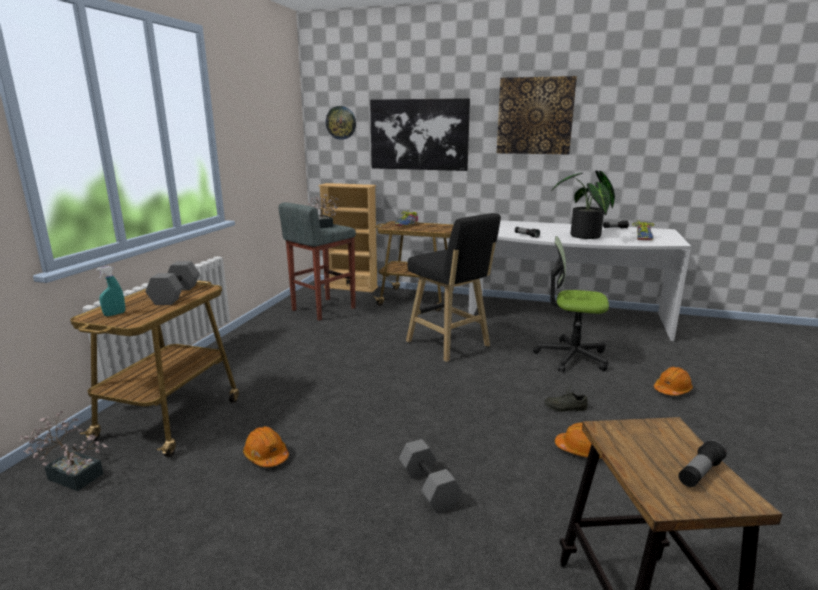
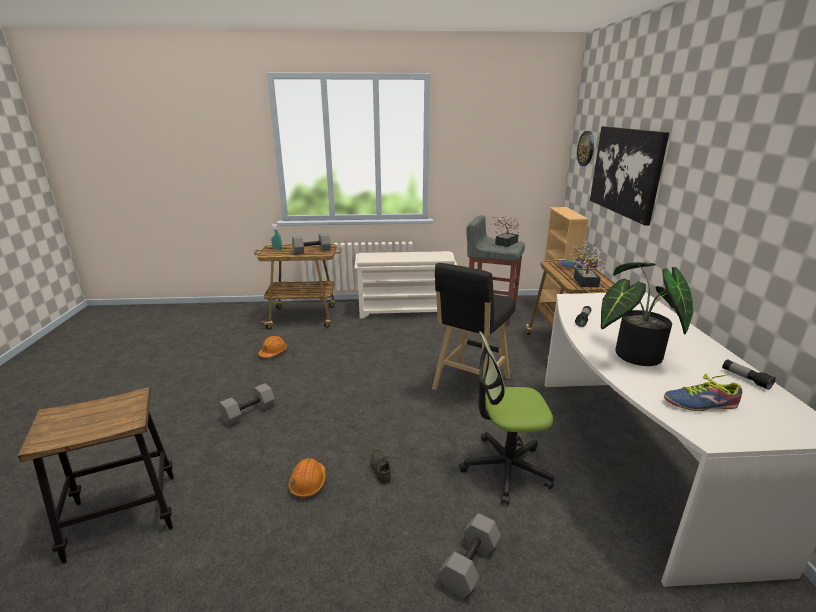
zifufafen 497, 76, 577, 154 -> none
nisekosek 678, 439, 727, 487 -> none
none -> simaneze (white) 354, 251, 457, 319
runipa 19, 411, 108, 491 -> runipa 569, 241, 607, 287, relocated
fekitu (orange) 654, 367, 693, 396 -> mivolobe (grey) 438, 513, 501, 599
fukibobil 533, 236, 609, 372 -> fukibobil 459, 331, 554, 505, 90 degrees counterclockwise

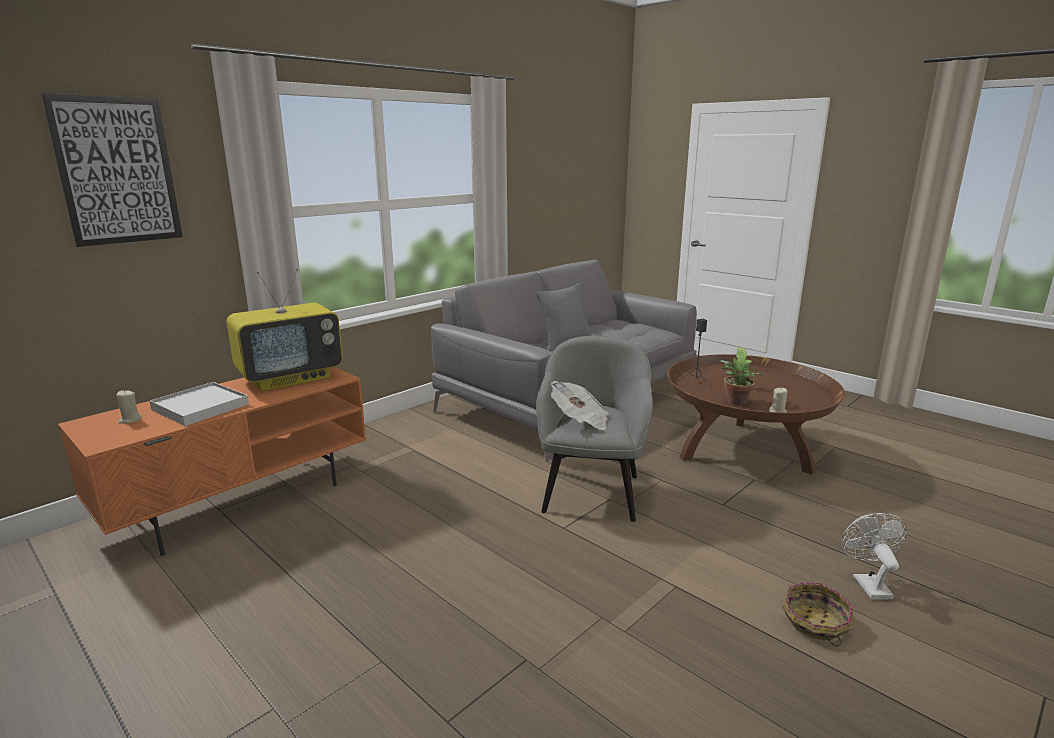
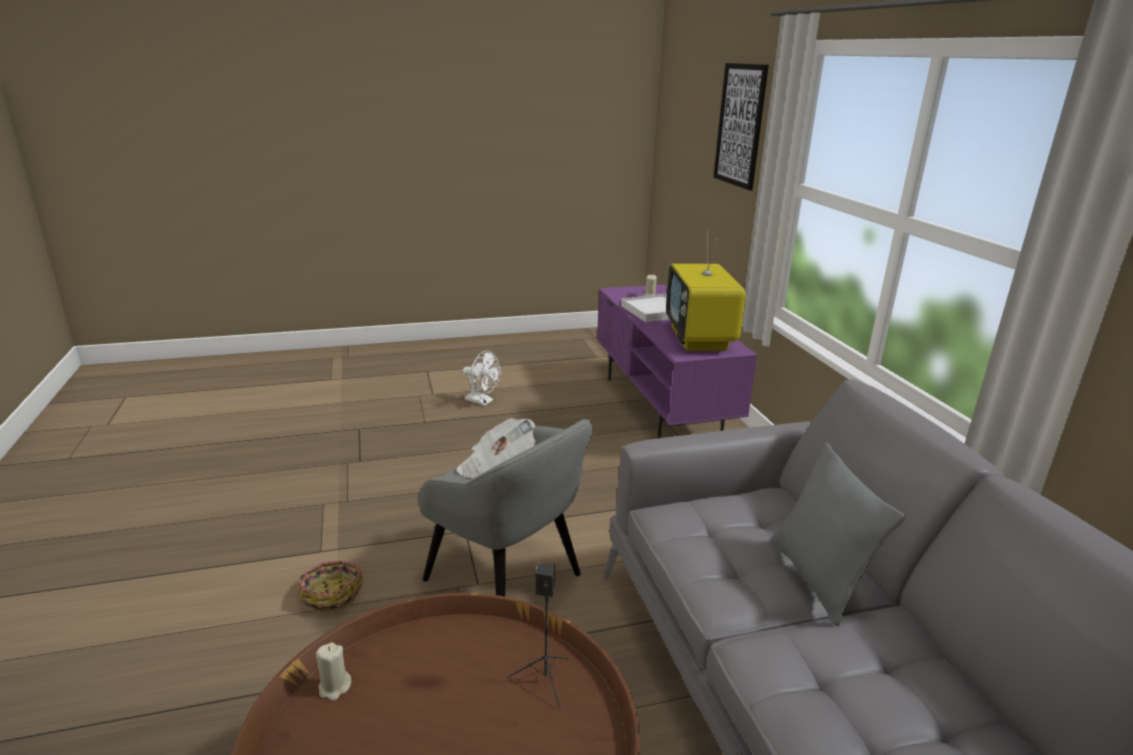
runipa 719, 347, 766, 405 -> none
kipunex 782, 583, 853, 646 -> kipunex 297, 560, 363, 612, relocated
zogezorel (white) 841, 513, 907, 599 -> zogezorel (white) 463, 351, 501, 406, relocated
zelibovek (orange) 58, 367, 366, 556 -> zelibovek (purple) 597, 284, 757, 439

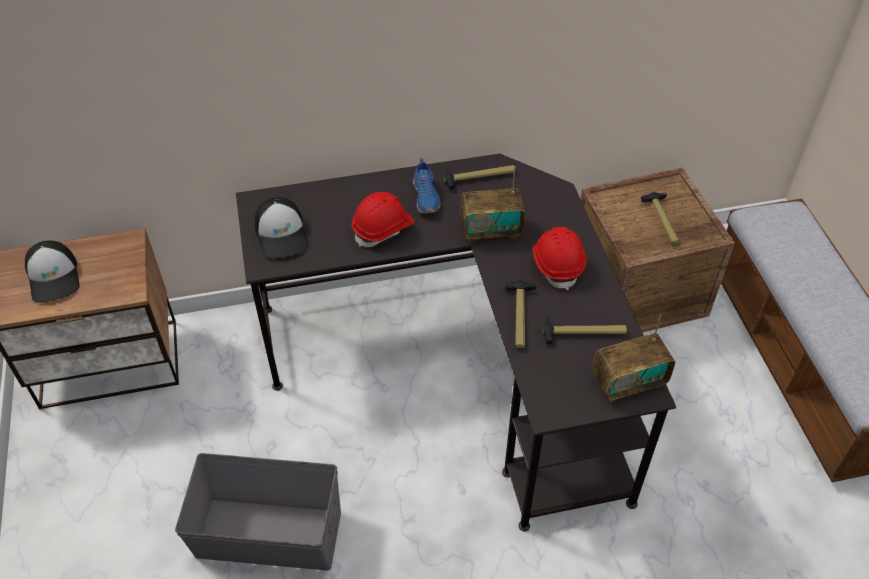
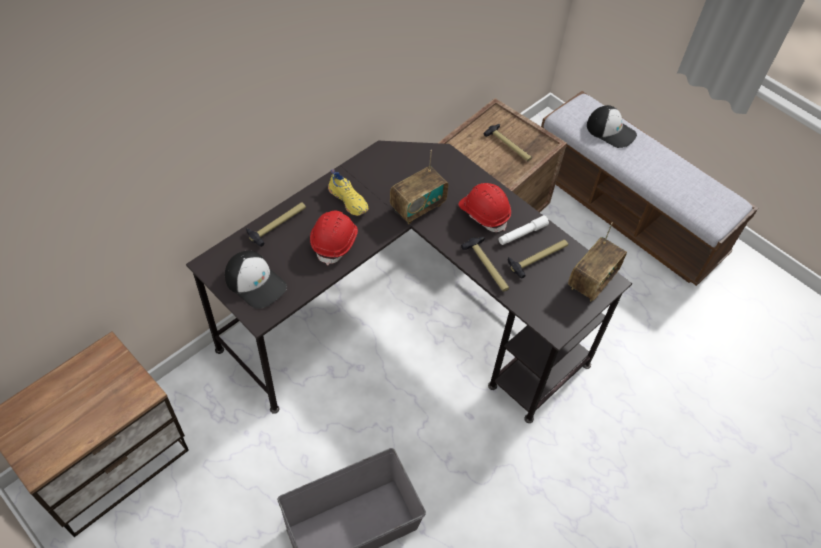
none -> nisekosek (white) 499, 215, 549, 245
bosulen 25, 241, 80, 303 -> bosulen 587, 105, 637, 148, relocated
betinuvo 444, 165, 514, 190 -> betinuvo 246, 202, 306, 247, relocated
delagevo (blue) 413, 158, 441, 213 -> delagevo (yellow) 328, 169, 368, 216

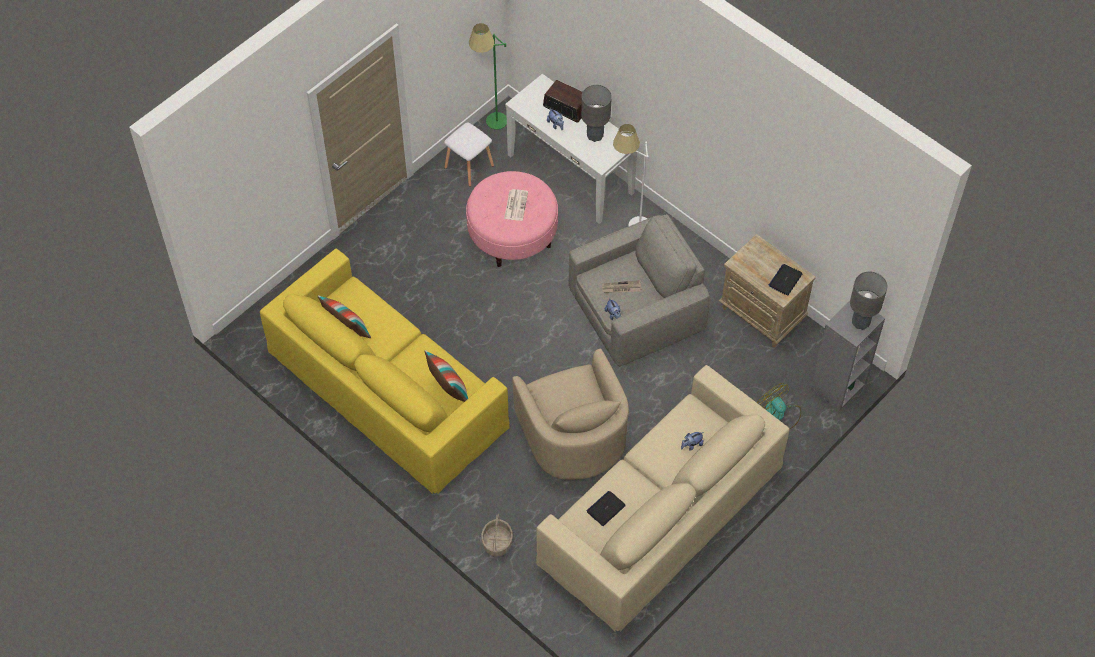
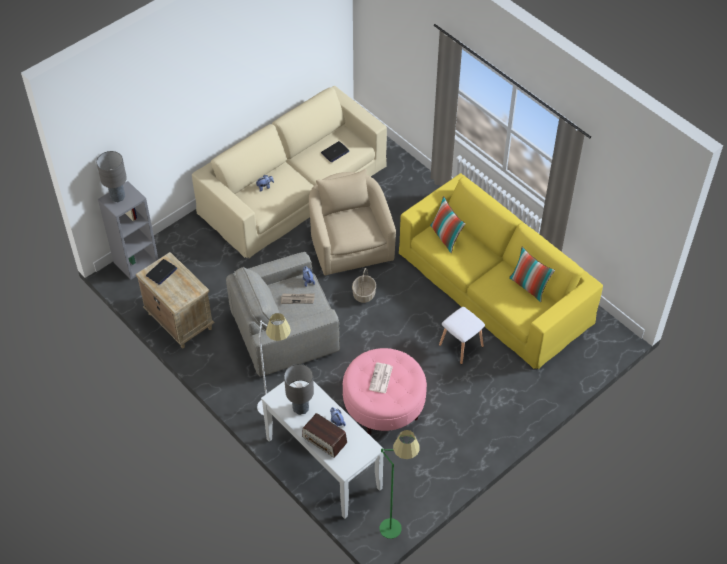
zogezorel 757, 383, 801, 429 -> none
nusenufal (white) 444, 122, 494, 187 -> nusenufal (white) 439, 307, 485, 364, relocated
kipunex 481, 513, 513, 557 -> kipunex 352, 268, 376, 303, relocated

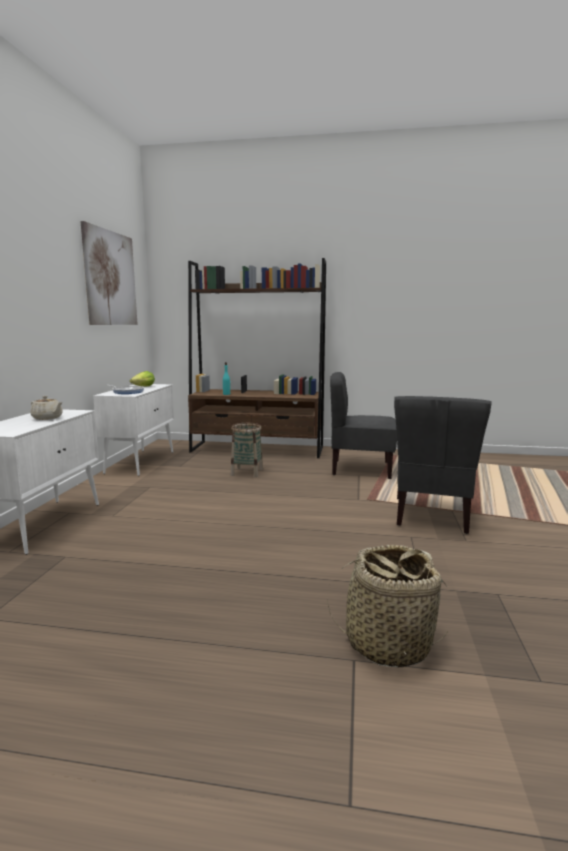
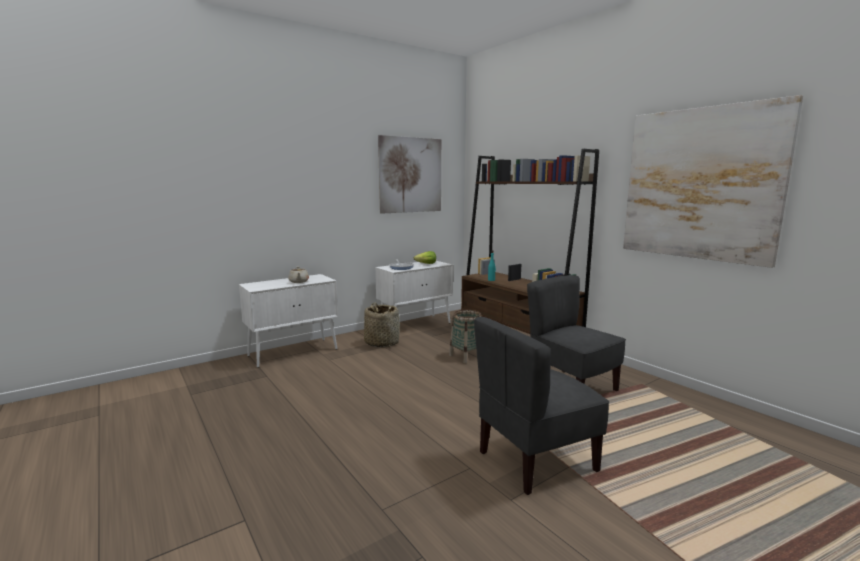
none -> zifufafen 623, 95, 803, 268
kipunex 327, 545, 449, 668 -> kipunex 364, 302, 400, 347, relocated

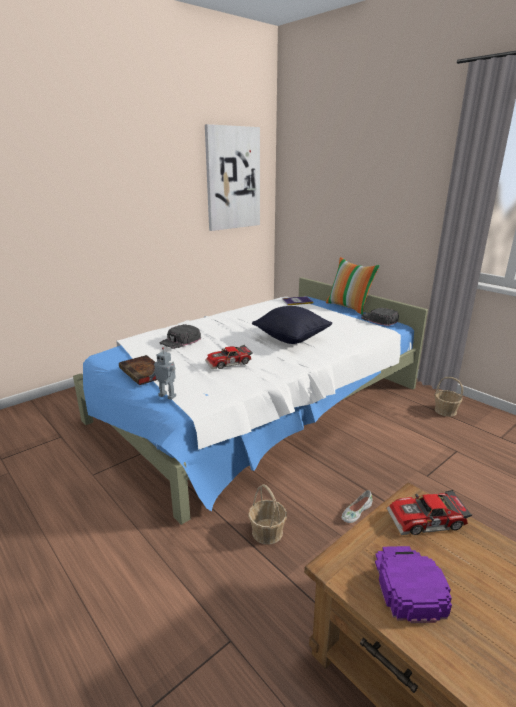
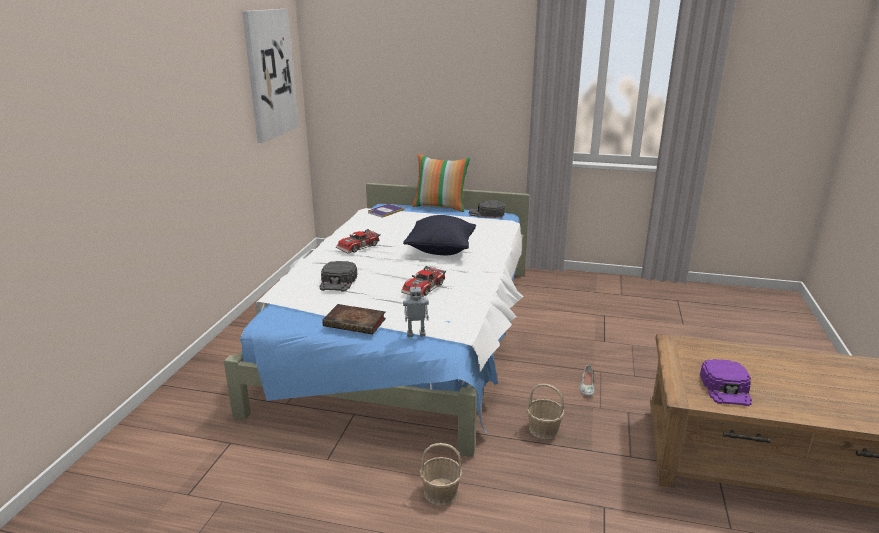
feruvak 387, 490, 472, 535 -> feruvak 336, 229, 381, 253, relocated
kipunex 434, 377, 463, 417 -> kipunex 420, 443, 462, 506, relocated
bosulen (purple) 375, 546, 452, 623 -> bosulen (purple) 700, 359, 752, 406, 135 degrees counterclockwise

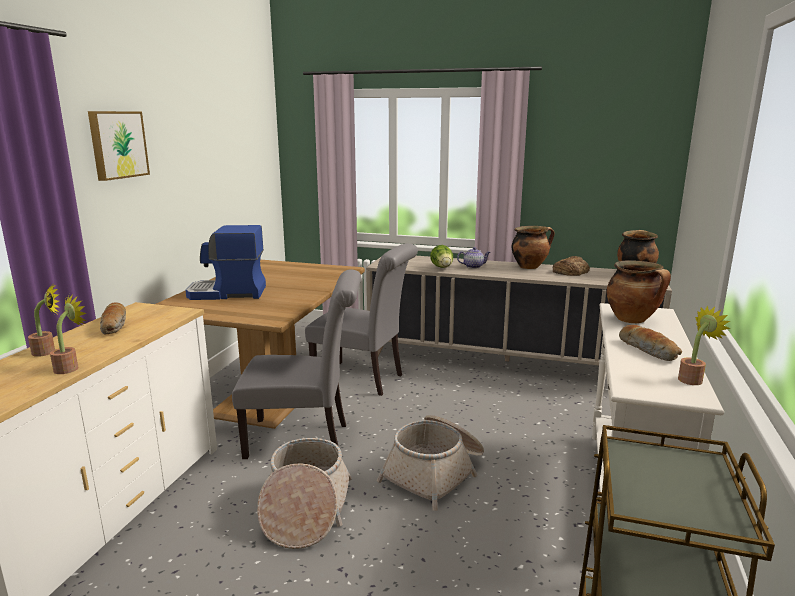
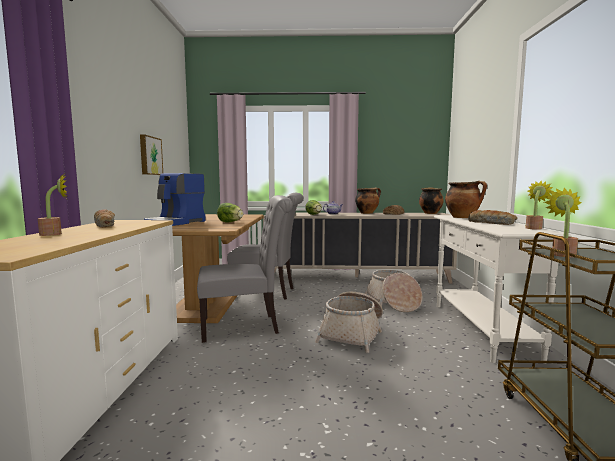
none -> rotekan 217, 203, 243, 223
runipa 50, 294, 87, 374 -> runipa 544, 187, 581, 257, relocated
zifufafen 88, 111, 150, 181 -> zifufafen 140, 134, 163, 175, relocated
kipunex 257, 438, 352, 549 -> kipunex 364, 270, 422, 312, relocated
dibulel 185, 225, 266, 300 -> dibulel 144, 173, 206, 226, 45 degrees counterclockwise

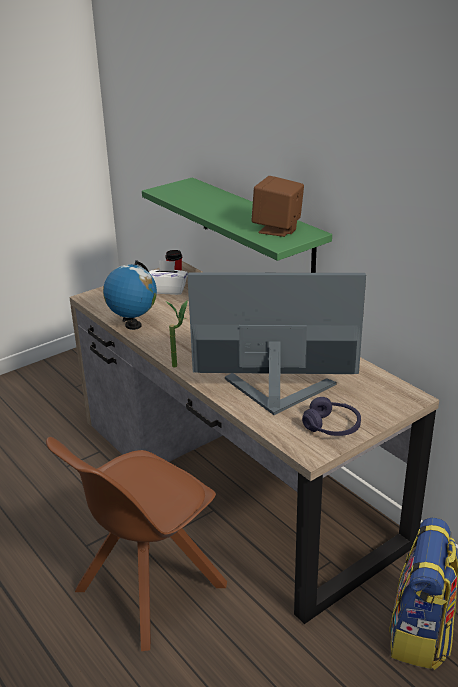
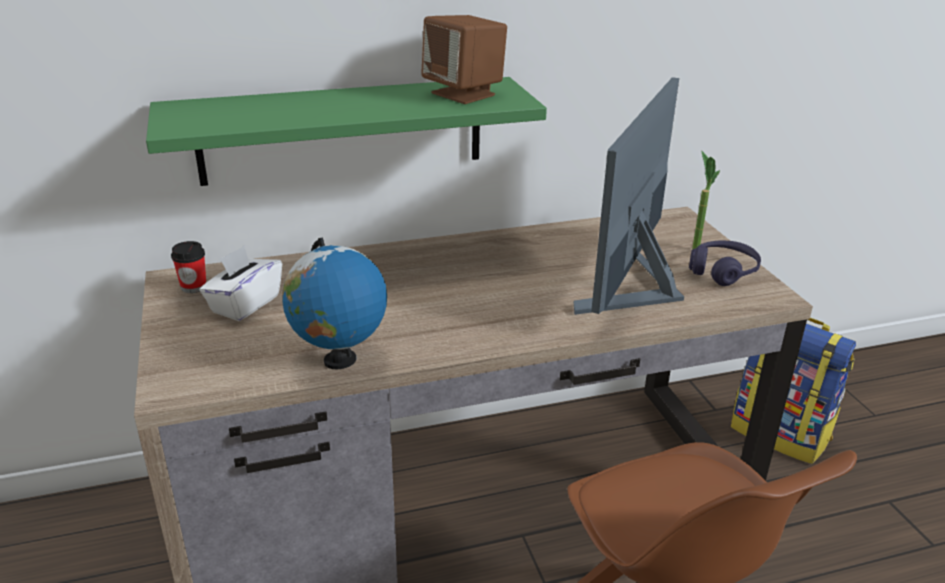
runipa 166, 301, 187, 367 -> runipa 692, 151, 720, 249, relocated

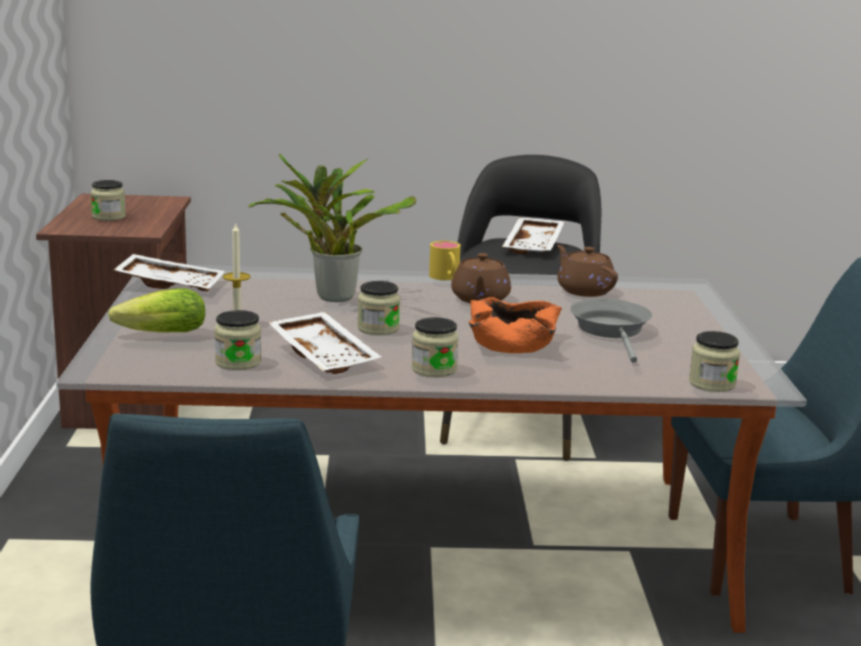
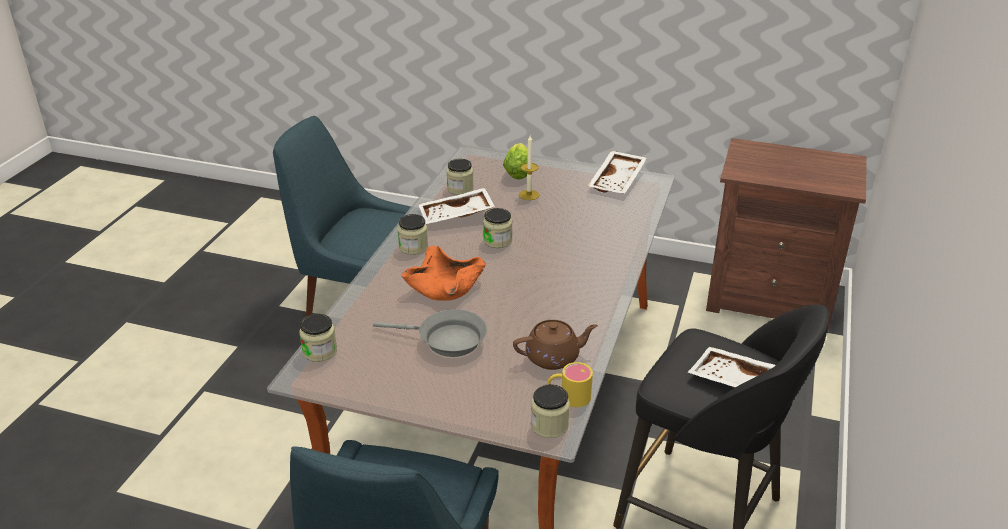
runipa 248, 154, 416, 302 -> none
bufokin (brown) 451, 253, 511, 303 -> none
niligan 91, 180, 126, 221 -> niligan 531, 384, 570, 438, relocated
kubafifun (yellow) 429, 241, 461, 280 -> kubafifun (yellow) 547, 362, 593, 407, relocated

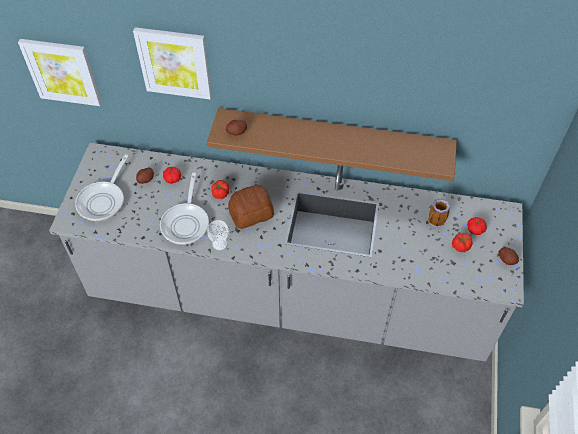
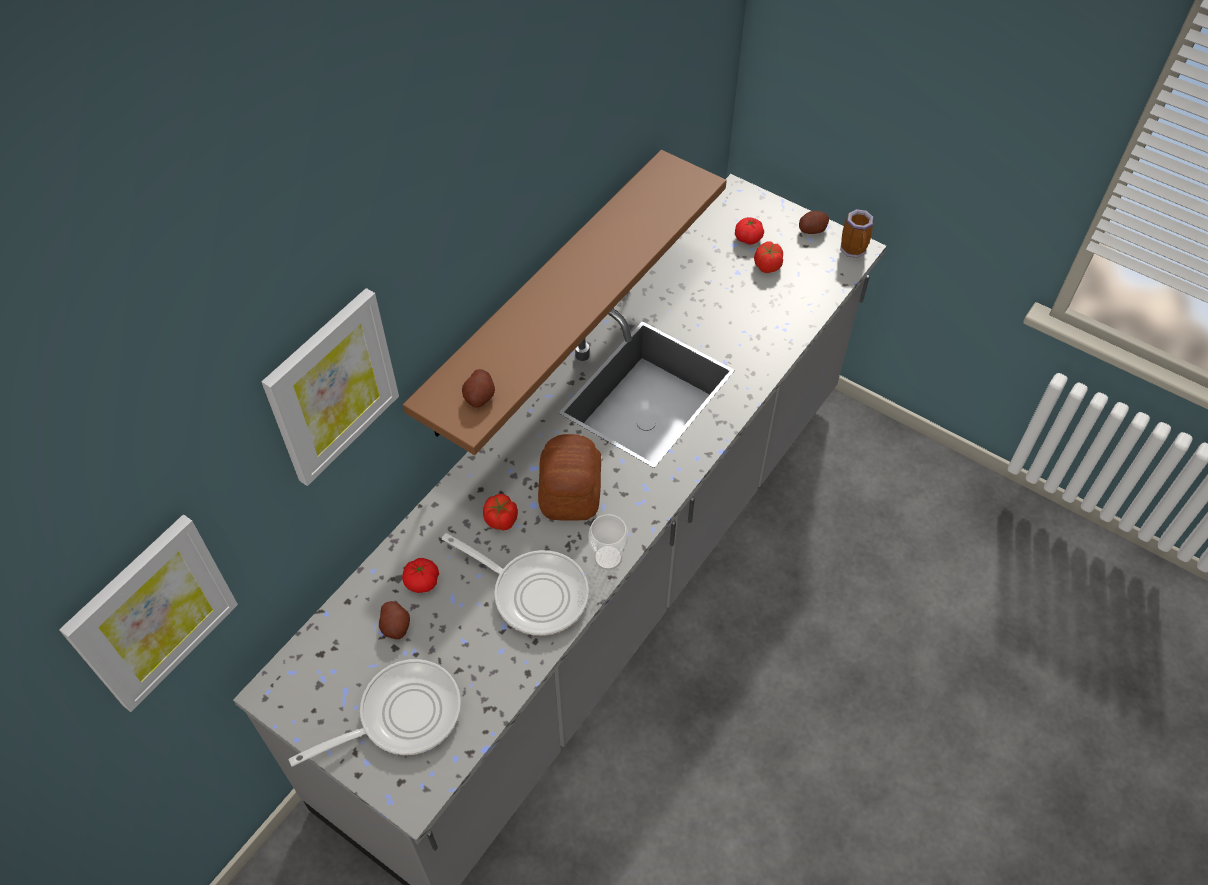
kubafifun 428, 199, 450, 228 -> kubafifun 840, 209, 874, 258, relocated
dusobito 75, 154, 128, 221 -> dusobito 288, 659, 461, 767, 75 degrees counterclockwise

